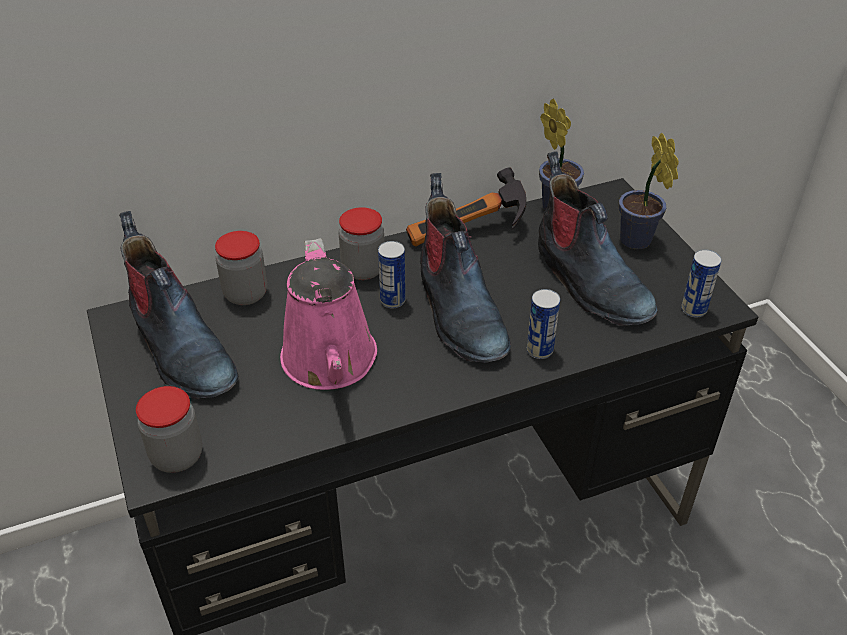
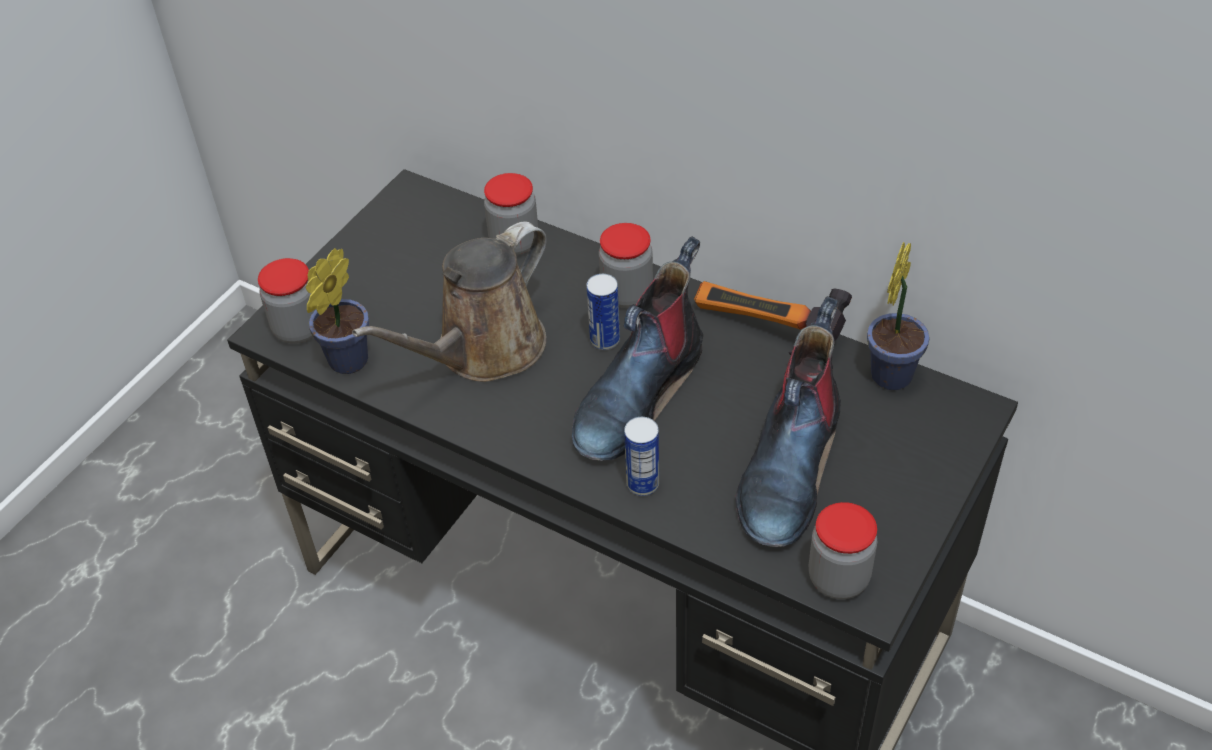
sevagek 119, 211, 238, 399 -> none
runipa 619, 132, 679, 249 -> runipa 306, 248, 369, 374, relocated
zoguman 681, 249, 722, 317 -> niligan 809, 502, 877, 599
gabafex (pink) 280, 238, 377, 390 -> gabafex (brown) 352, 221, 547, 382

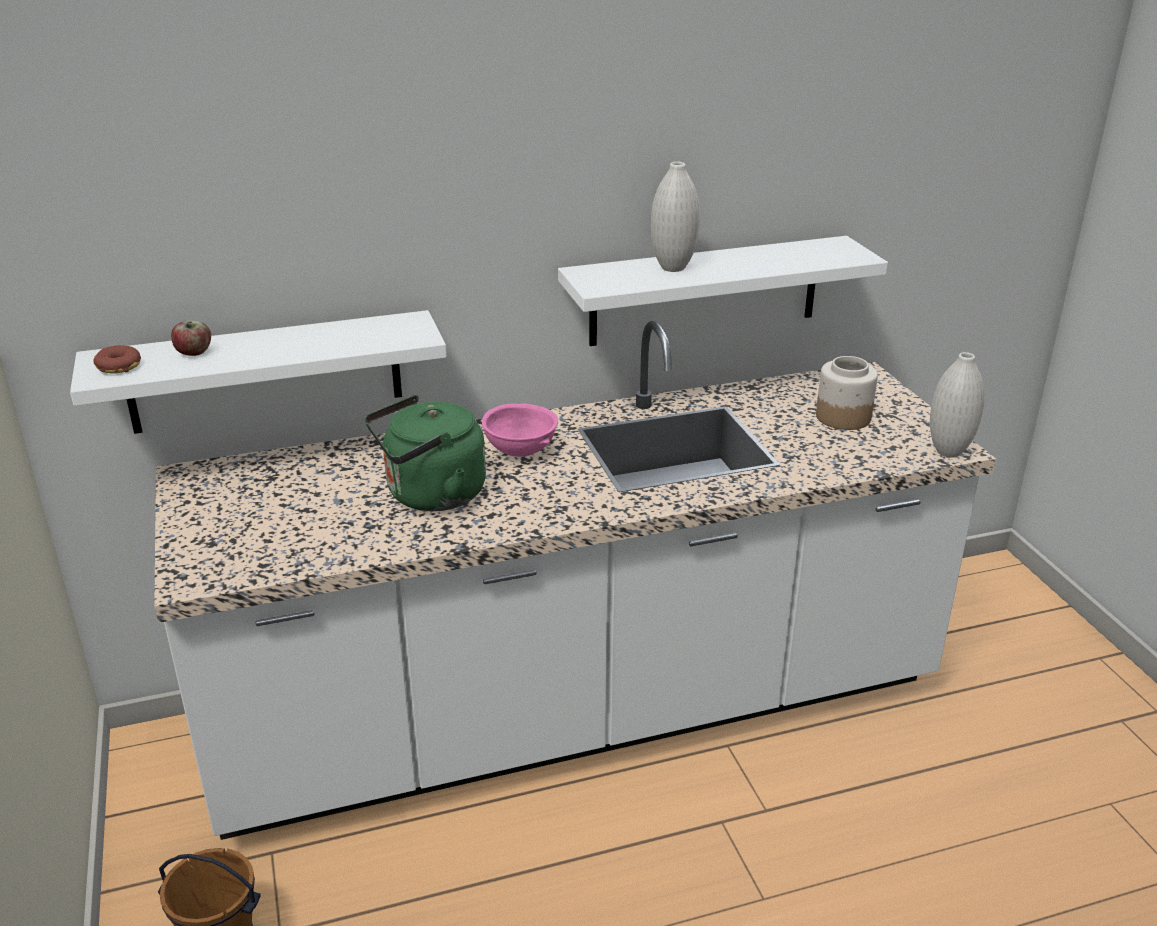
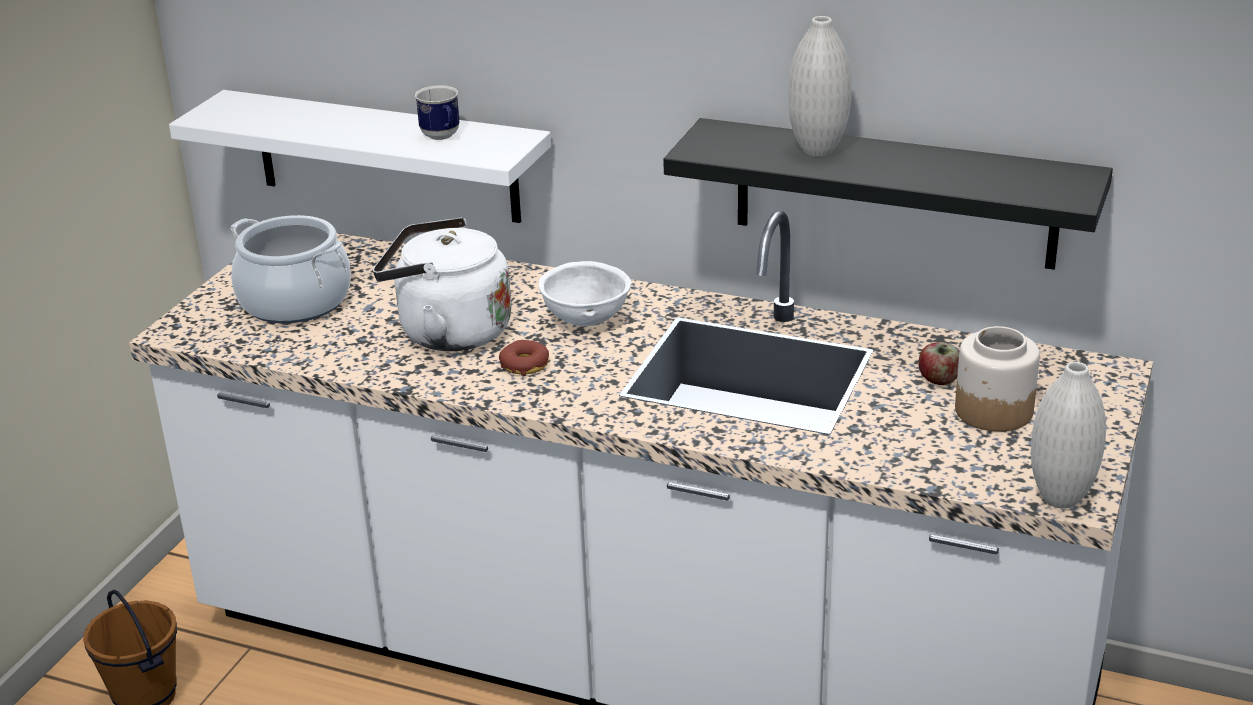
none -> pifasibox 230, 215, 351, 323
none -> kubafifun 415, 85, 459, 140
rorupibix 93, 345, 141, 373 -> rorupibix 499, 340, 549, 376, relocated
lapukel 171, 320, 211, 356 -> lapukel 918, 342, 960, 385, relocated
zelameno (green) 365, 395, 486, 511 -> zelameno (white) 373, 218, 511, 351
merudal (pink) 482, 404, 558, 457 -> merudal (white) 539, 261, 631, 326
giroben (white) 558, 236, 888, 346 -> giroben (black) 663, 118, 1113, 270

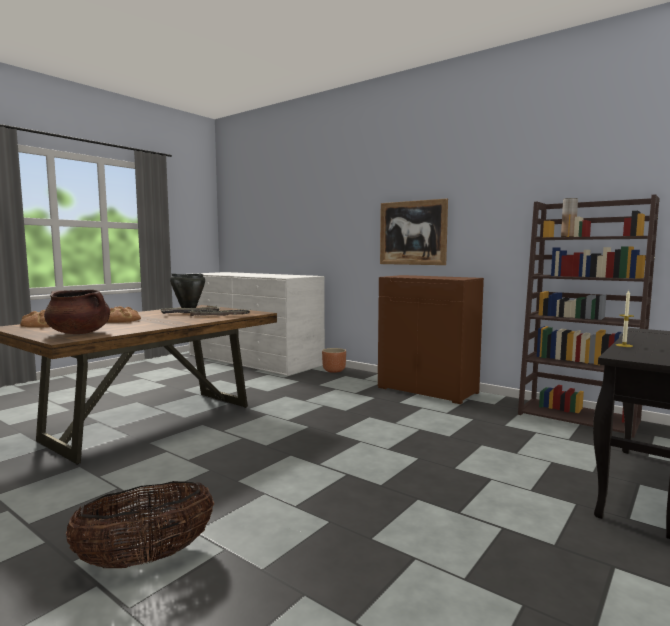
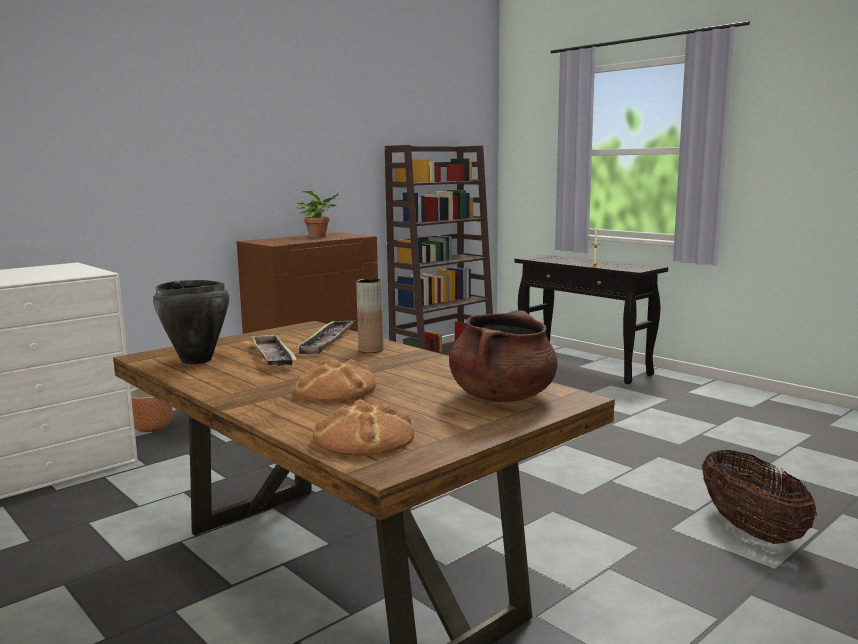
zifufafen 380, 199, 448, 265 -> none
none -> runipa 296, 191, 342, 238
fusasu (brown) 561, 198, 578, 237 -> fusasu (brown) 356, 278, 384, 353, relocated

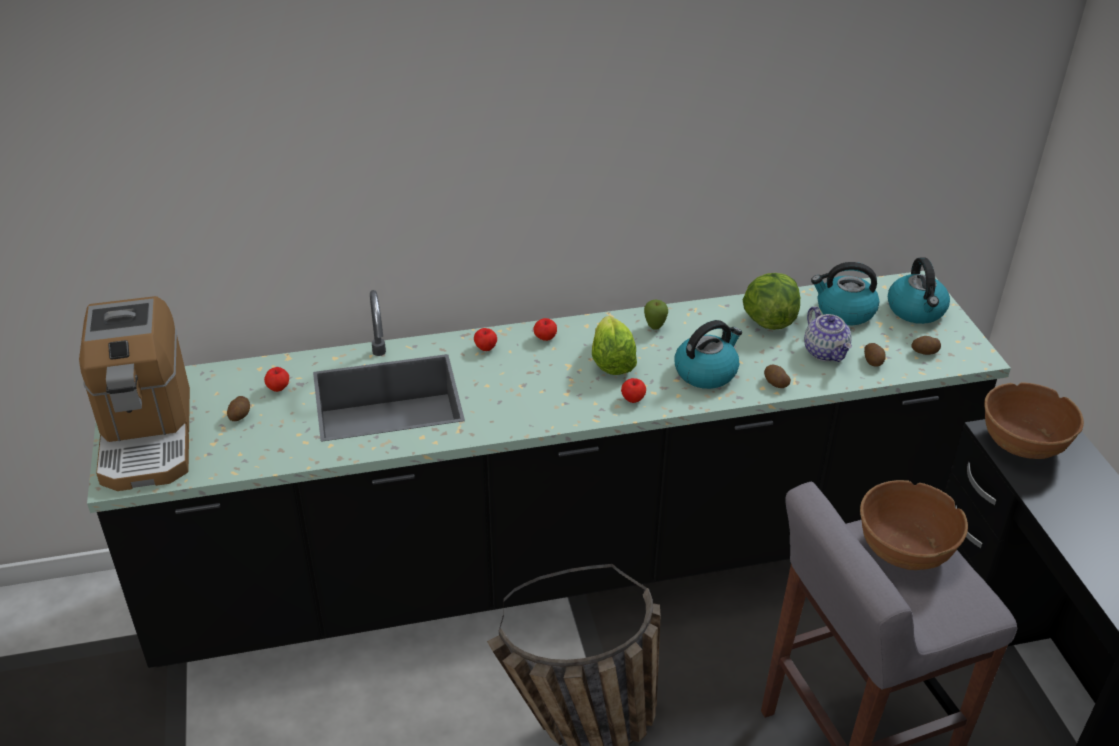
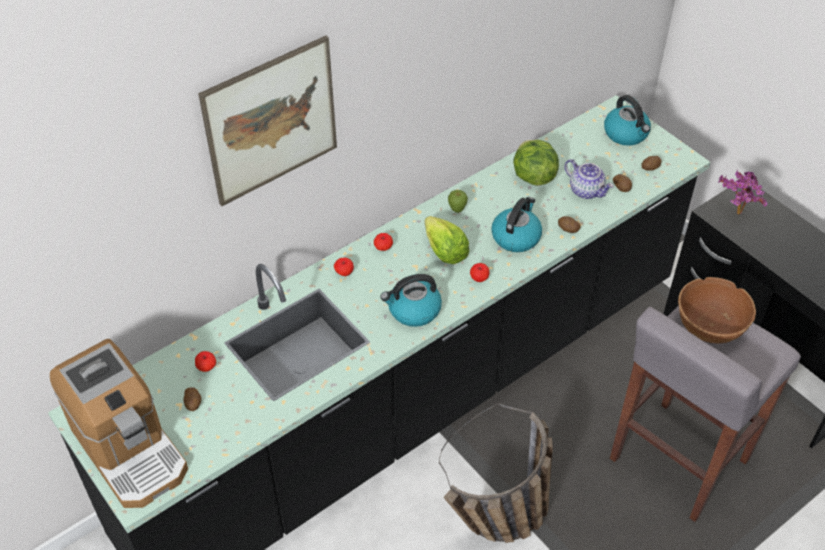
none -> zifufafen 198, 36, 337, 206
zelameno 811, 262, 879, 325 -> zelameno 381, 274, 442, 327, relocated
merudal (brown) 984, 382, 1084, 459 -> runipa 718, 170, 767, 215

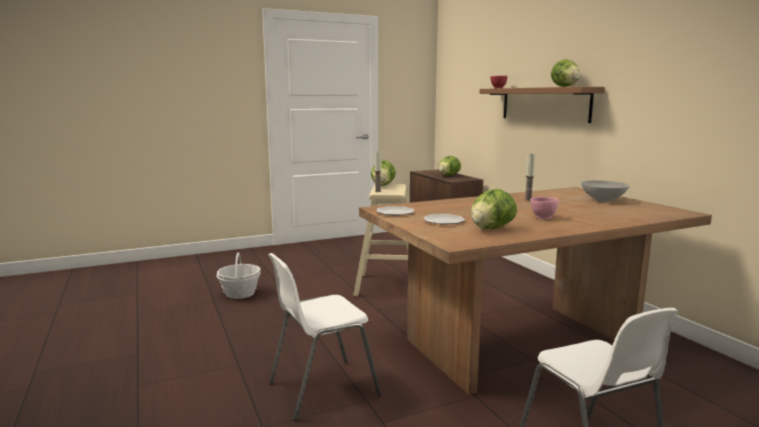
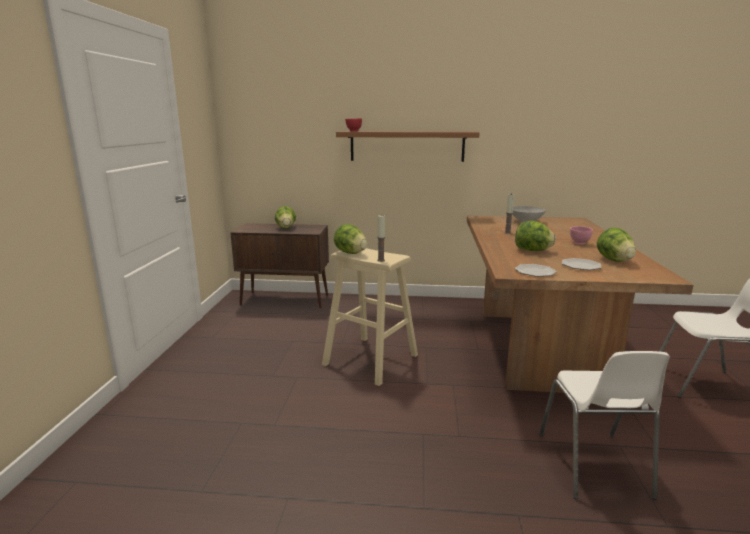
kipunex 217, 252, 261, 299 -> none
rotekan 551, 59, 580, 87 -> rotekan 515, 221, 556, 251, relocated

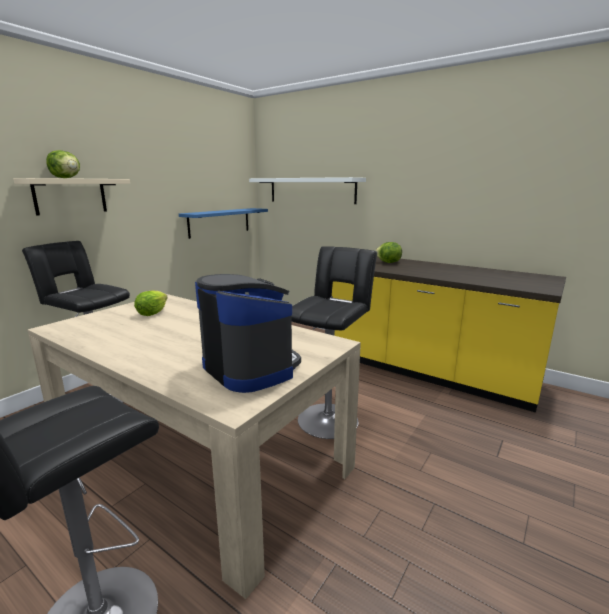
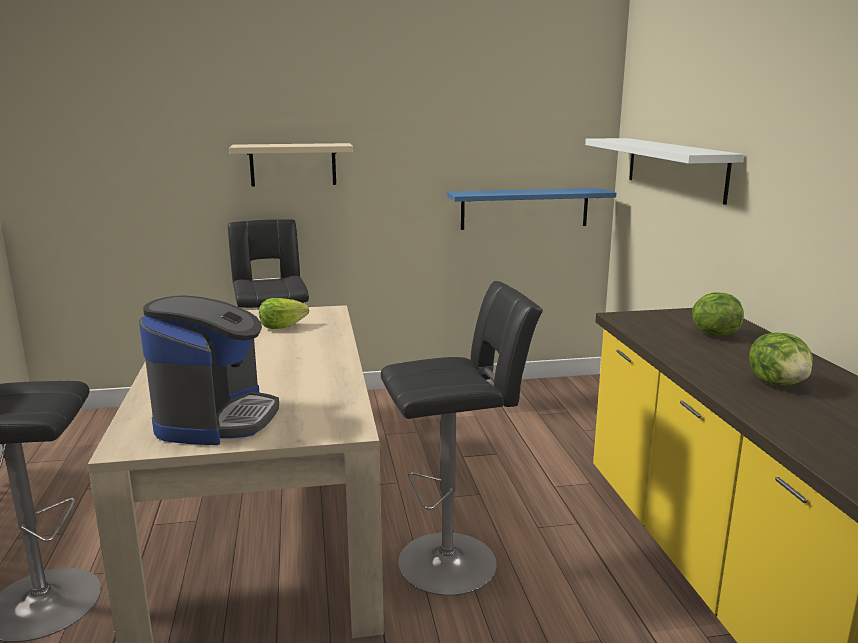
rotekan 46, 150, 80, 178 -> rotekan 749, 333, 813, 386, relocated

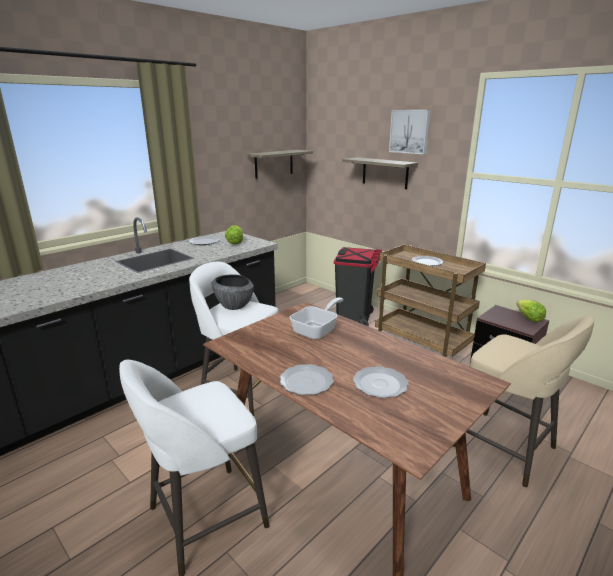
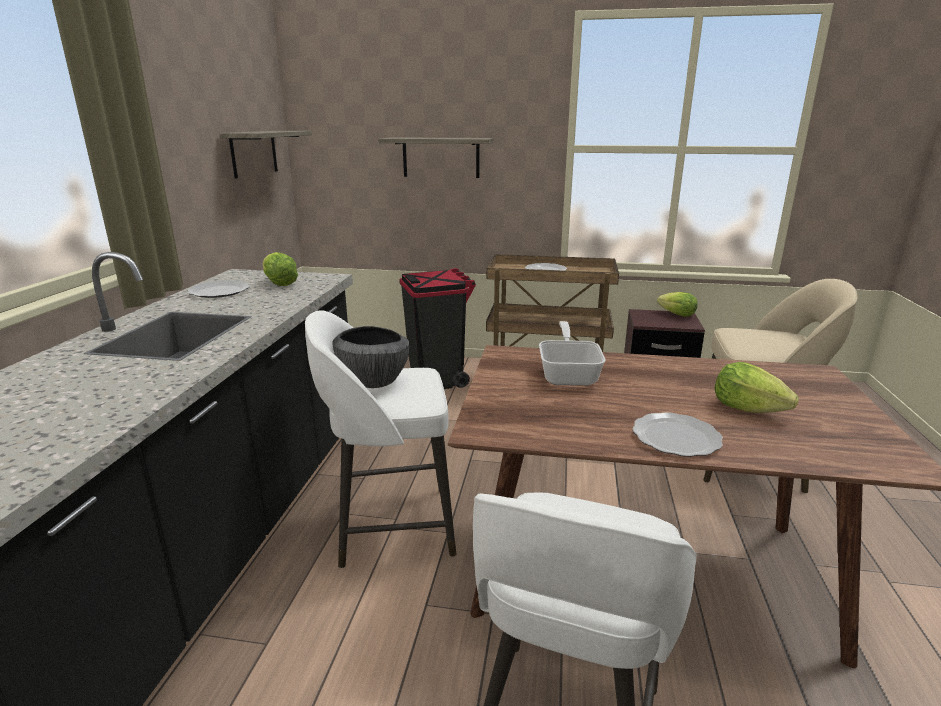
zifufafen 389, 110, 431, 154 -> none
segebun 353, 366, 409, 398 -> rotekan 714, 362, 799, 413

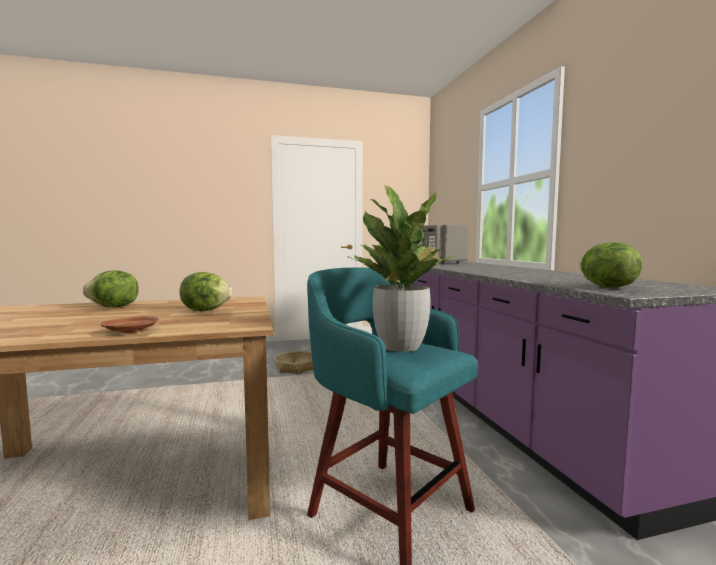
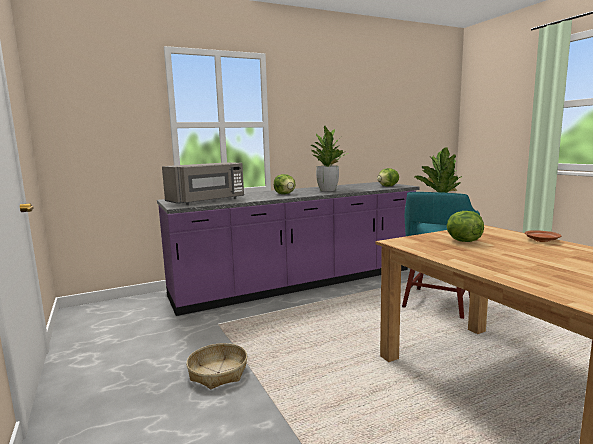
none -> runipa 310, 126, 348, 191
rotekan 83, 270, 138, 308 -> rotekan 274, 174, 296, 194, relocated

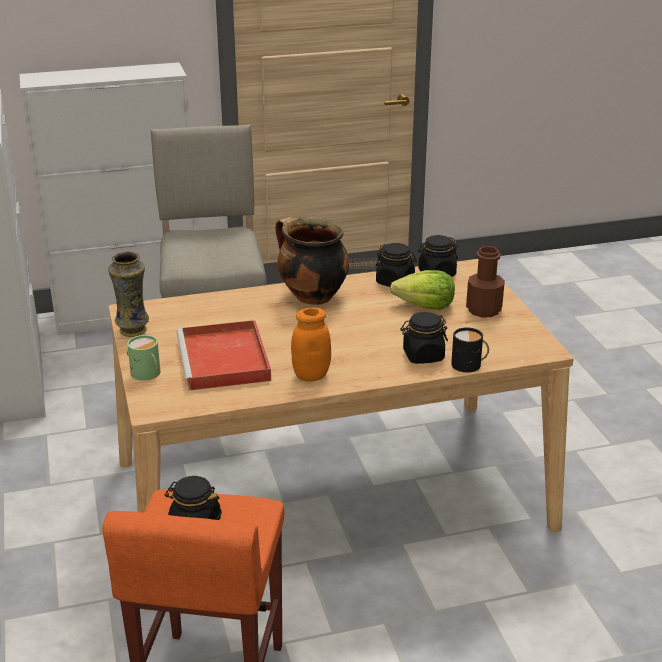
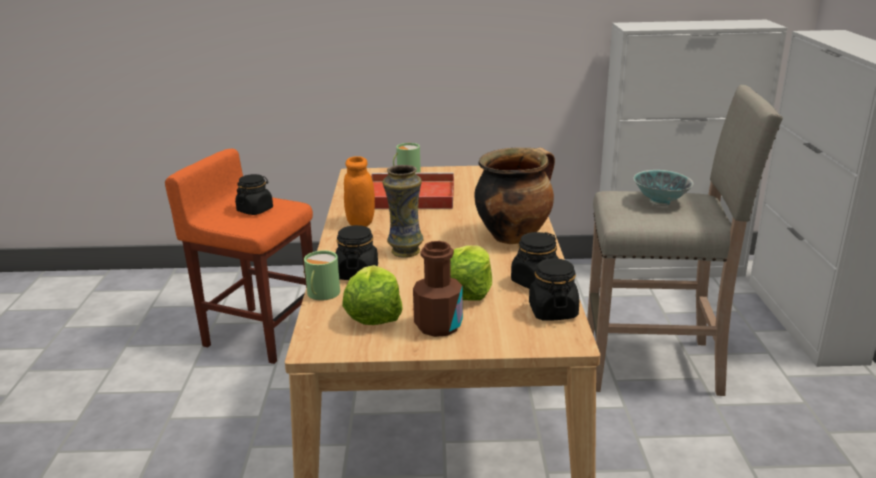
none -> rotekan 342, 265, 402, 325
none -> merudal 633, 170, 693, 206
fusasu 108, 251, 149, 337 -> fusasu 382, 165, 424, 258, relocated
kubafifun (black) 451, 327, 489, 372 -> kubafifun (green) 304, 250, 340, 301

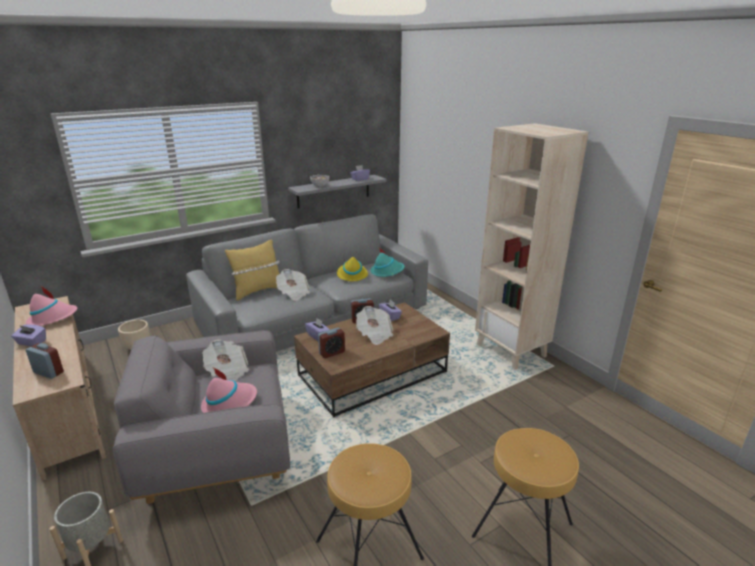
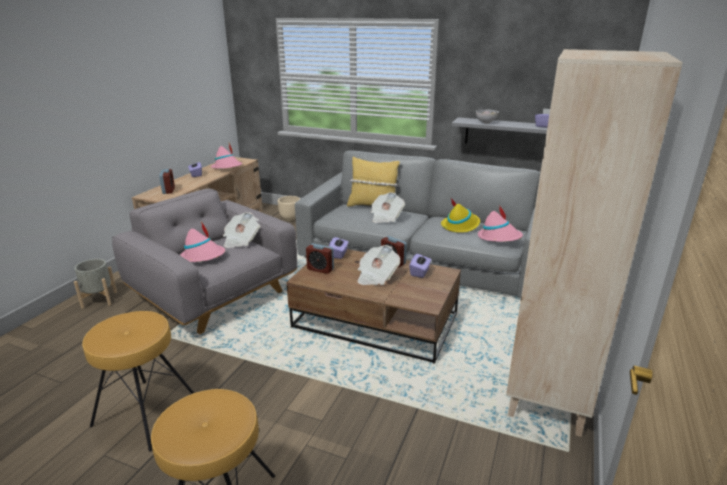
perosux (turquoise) 370, 248, 405, 277 -> perosux (pink) 478, 205, 523, 242

